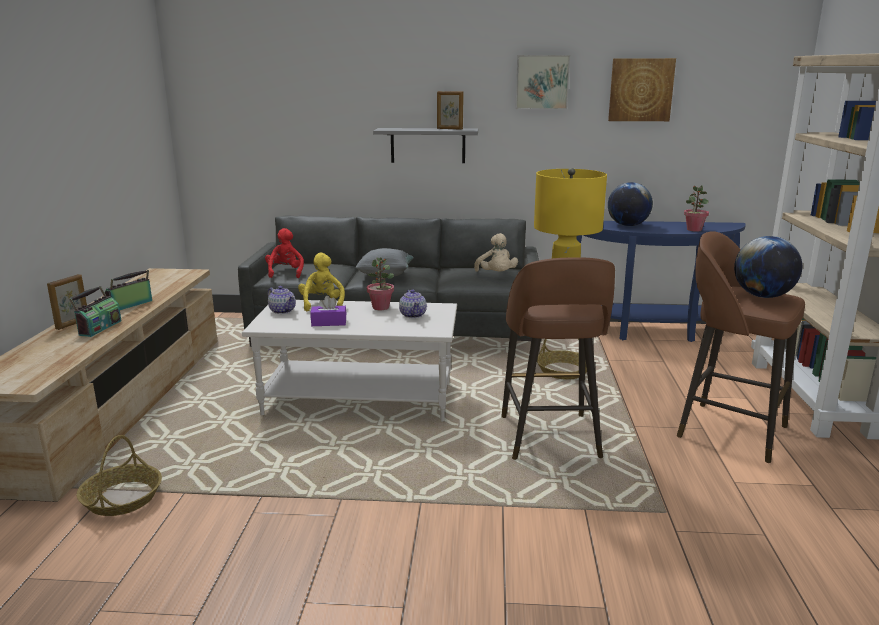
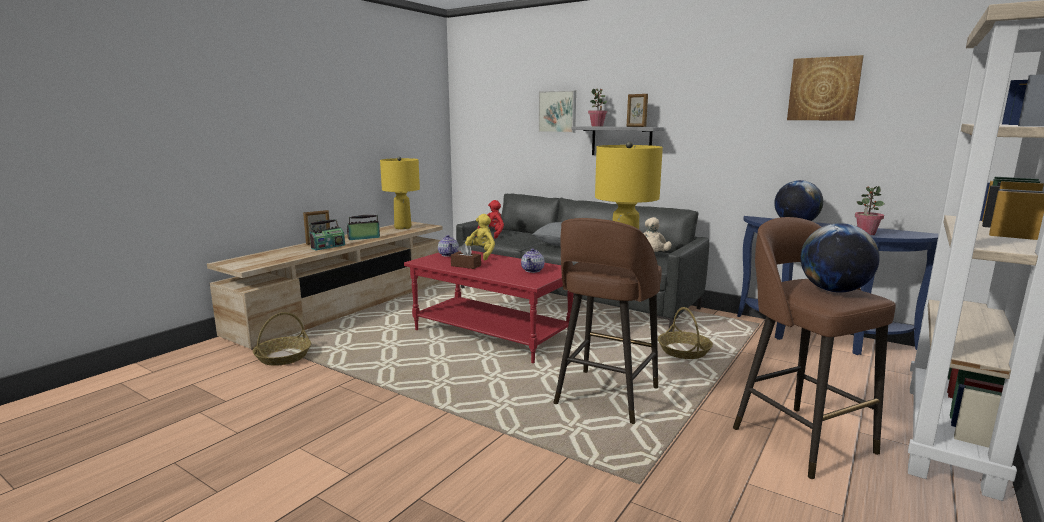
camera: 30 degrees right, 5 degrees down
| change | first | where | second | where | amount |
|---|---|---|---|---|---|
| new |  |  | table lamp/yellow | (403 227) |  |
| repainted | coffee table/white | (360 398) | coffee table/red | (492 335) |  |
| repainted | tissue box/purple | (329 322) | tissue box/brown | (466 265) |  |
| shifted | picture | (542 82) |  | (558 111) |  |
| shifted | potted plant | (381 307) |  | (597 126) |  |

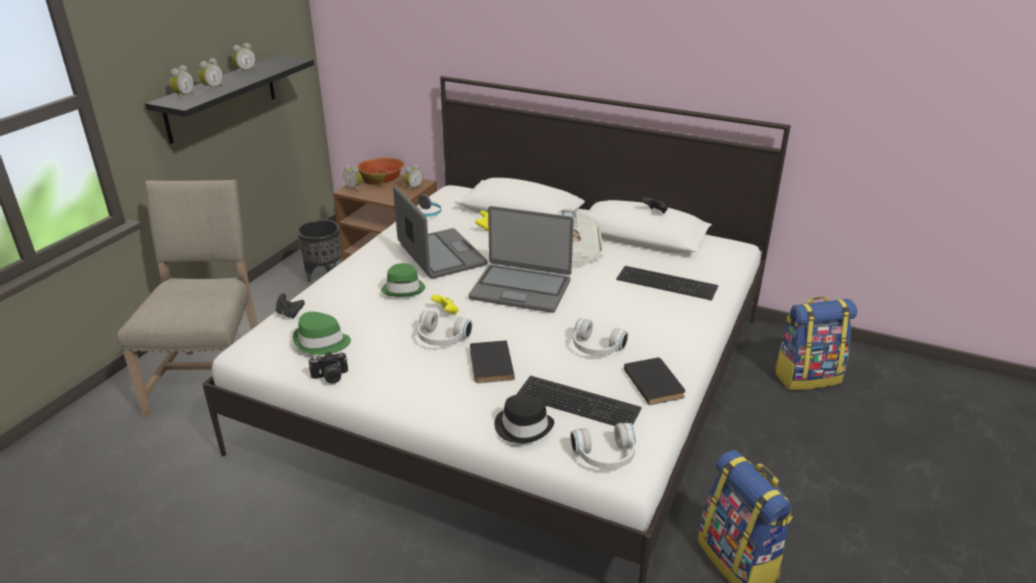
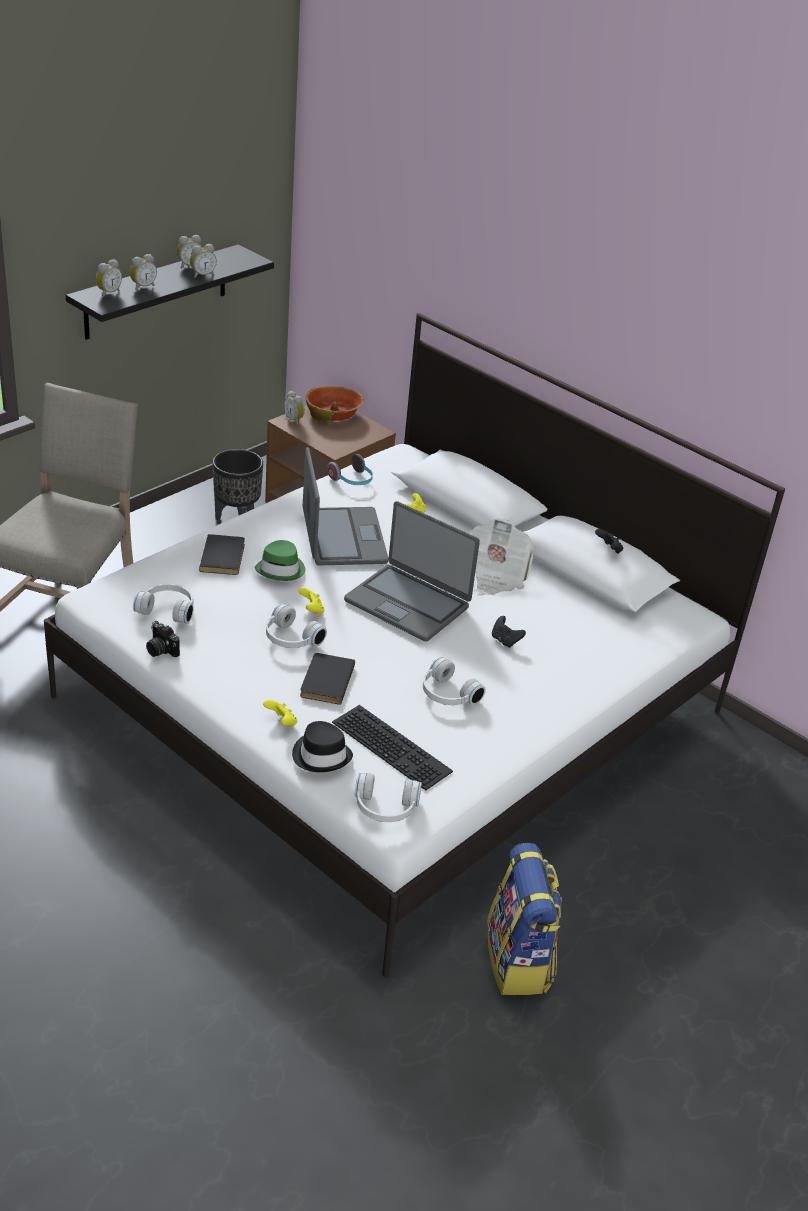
camera: 15 degrees right, 5 degrees up
| change | first | where | second | where | amount |
|---|---|---|---|---|---|
| swapped | hat/green | (321 342) | headphones/white | (168 609) |  |
| rotated | photo camera | (330 377) |  | (160 650) | 45 degrees clockwise |
| shifted | alarm clock | (413 188) |  | (202 275) |  |
| shifted | book/black | (656 382) |  | (224 557) |  |
| new |  |  | game controller/yellow | (281 722) |  |
| shifted | game controller/black | (290 314) |  | (505 641) |  |
| gone | keyboard | (668 282) |  |  |  |
| gone | backpack | (807 376) |  |  |  |

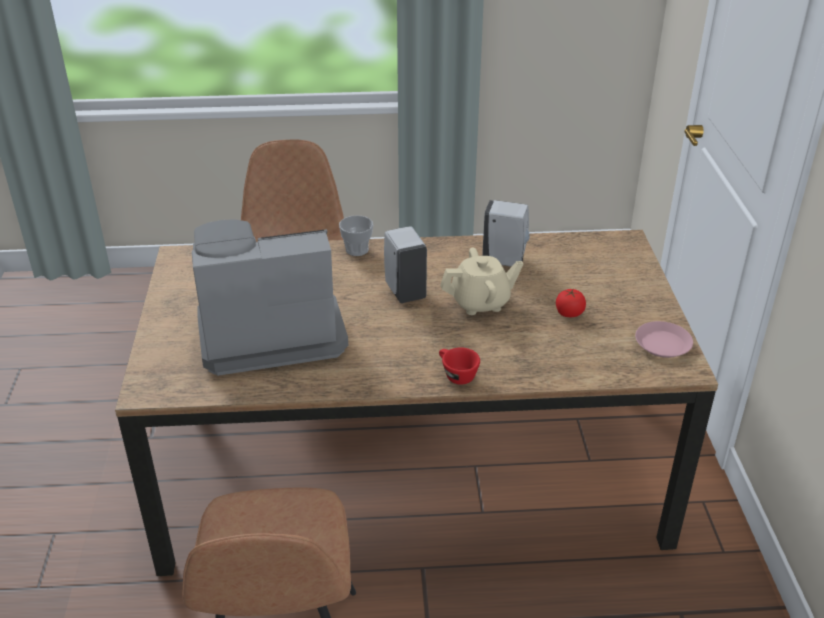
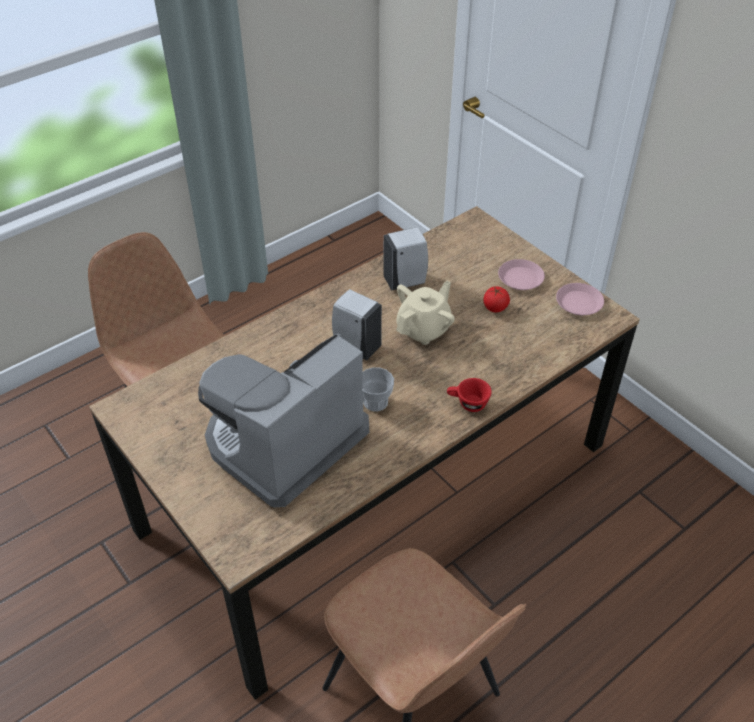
camera: 35 degrees left, 10 degrees up
| change | first | where | second | where | amount |
|---|---|---|---|---|---|
| shifted | cup | (357 250) |  | (375 402) |  |
| new |  |  | plate/pink | (520 279) |  |

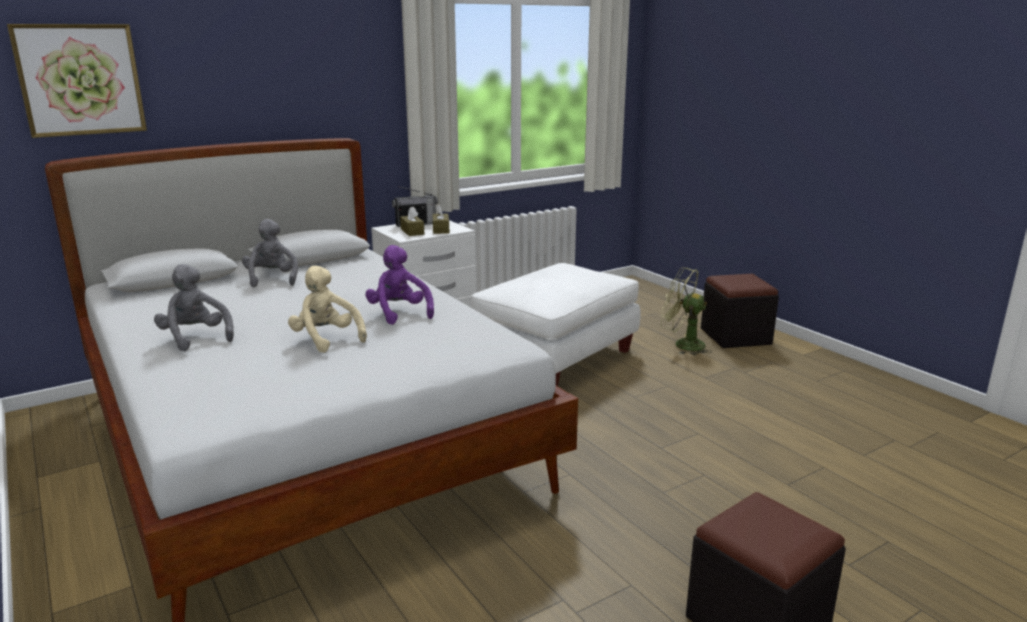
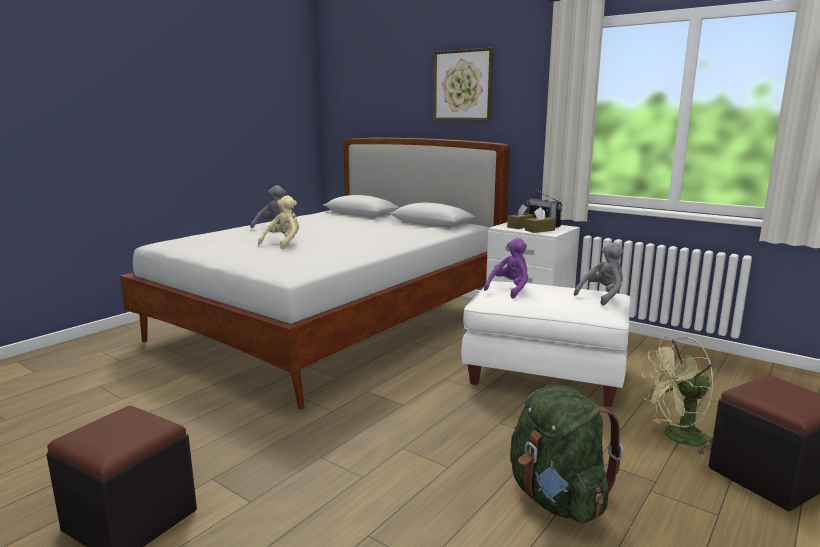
camera: 70 degrees right, 5 degrees down
| change | first | where | second | where | amount |
|---|---|---|---|---|---|
| shifted | picture | (80 80) |  | (463 85) |  |
| shifted | plush toy/purple | (399 313) |  | (509 289) |  |
| new |  |  | backpack/green | (557 499) |  |
| shifted | plush toy/grey | (272 279) |  | (602 296) |  |
| rotated | fan/green | (682 345) |  | (677 438) | 105 degrees counterclockwise |

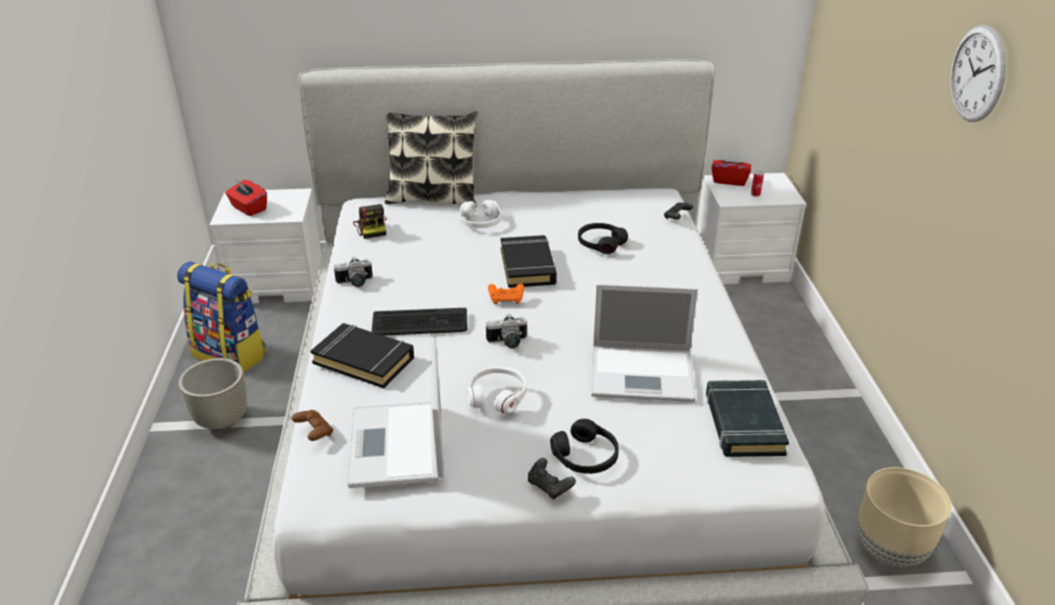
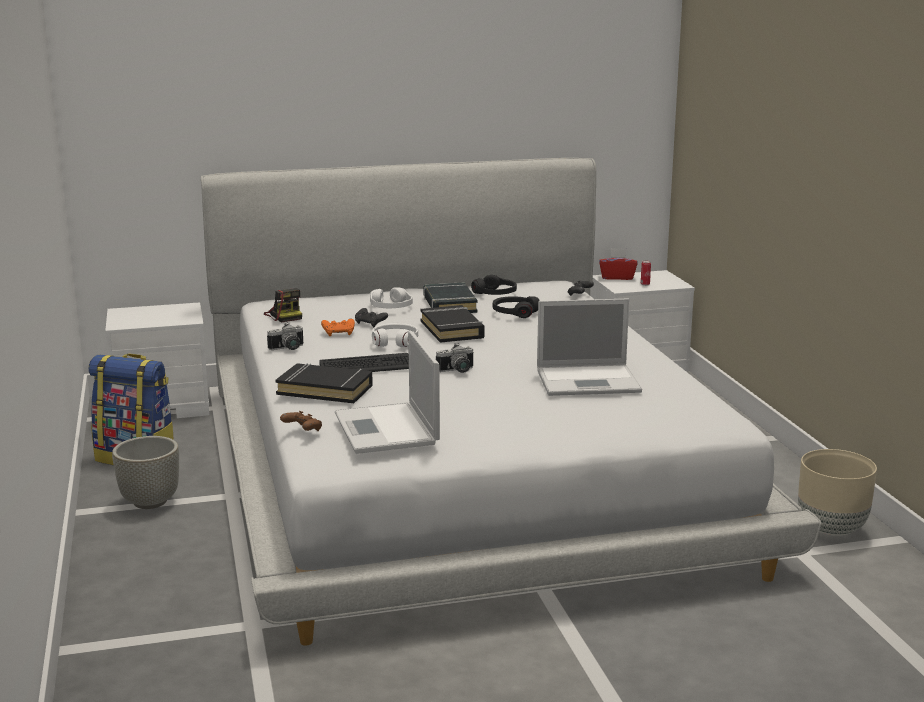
camera: 10 degrees left, 15 degrees down
| change | first | where | second | where | amount |
|---|---|---|---|---|---|
| shifted | game controller/orange | (506 300) |  | (339 333) |  |
| shifted | game controller/black | (549 487) |  | (370 324) |  |
| shifted | headphones/white | (497 396) |  | (395 341) |  |
| shifted | book/black | (743 424) |  | (449 304) |  |
| shifted | headphones/black | (585 456) |  | (495 294) |  |
| gone | tissue box/red | (248 208) |  |  |  |
| gone | pillow | (433 198) |  |  |  |
| gone | wall clock | (977 74) |  |  |  |

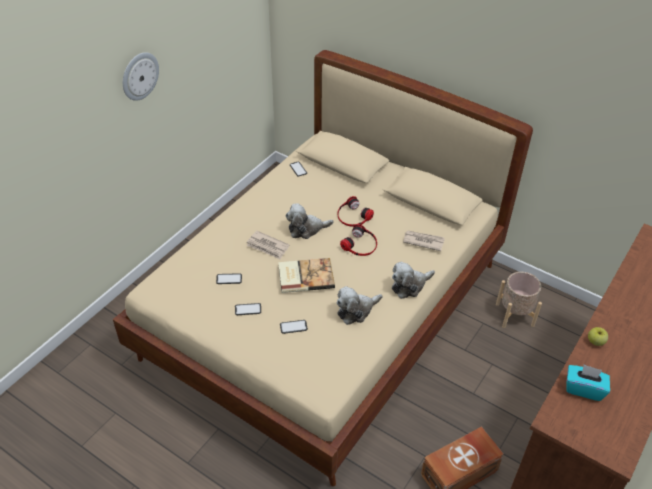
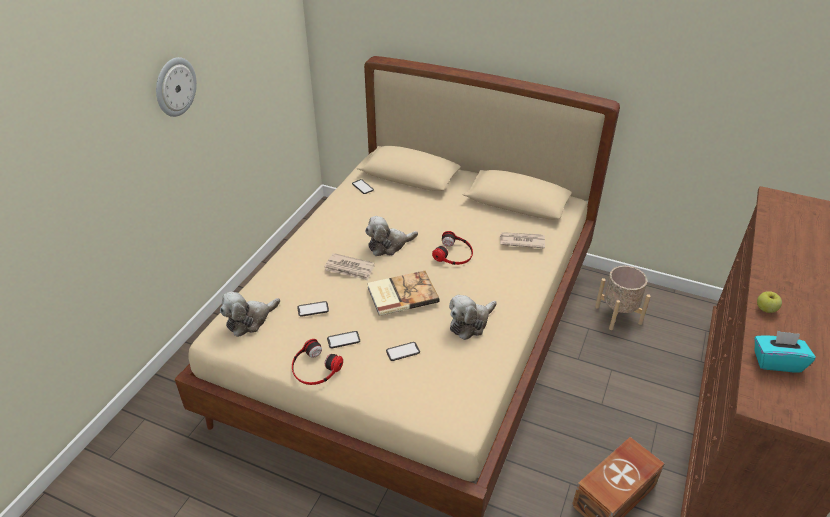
camera: 10 degrees left, 5 degrees down
| change | first | where | second | where | amount |
|---|---|---|---|---|---|
| shifted | plush toy | (409 285) |  | (250 320) |  |
| shifted | headphones | (353 216) |  | (314 368) |  |

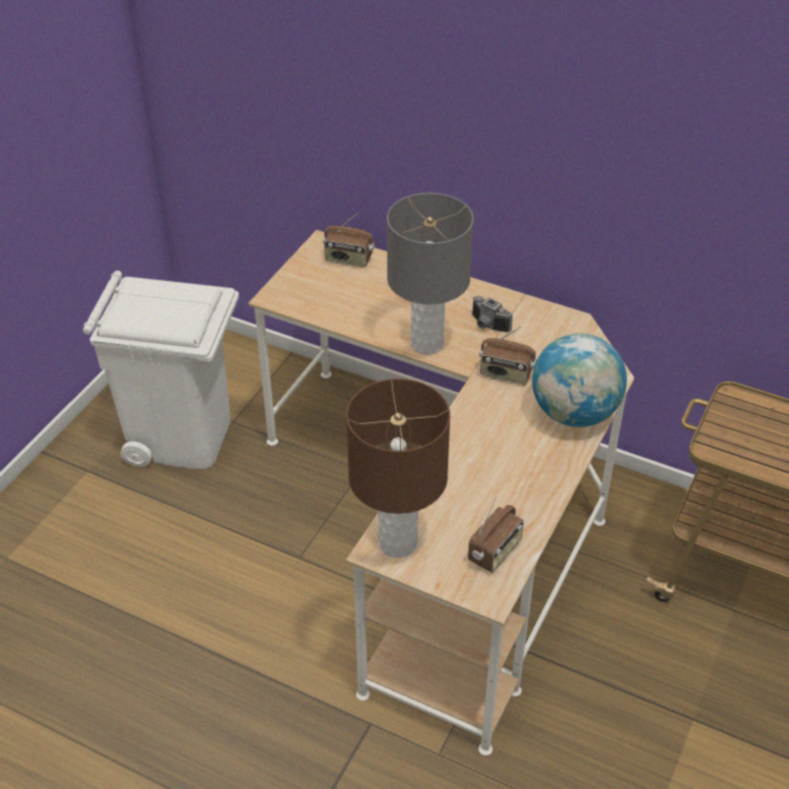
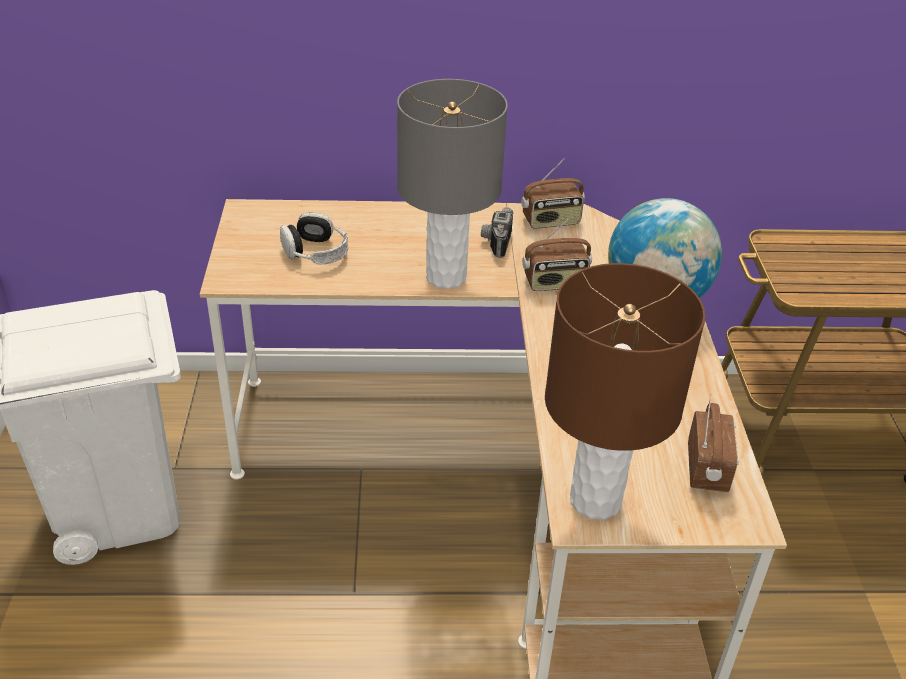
camera: 30 degrees left, 5 degrees down
| change | first | where | second | where | amount |
|---|---|---|---|---|---|
| new |  |  | headphones | (315 252) |  |
| rotated | photo camera | (487 326) |  | (494 242) | 90 degrees clockwise |
| shifted | radio | (348 260) |  | (551 221) |  |

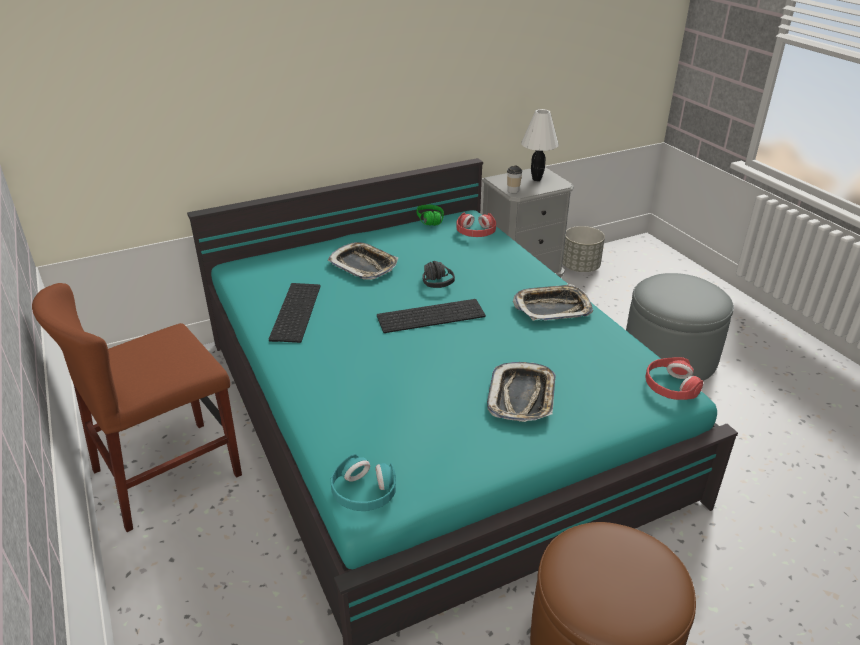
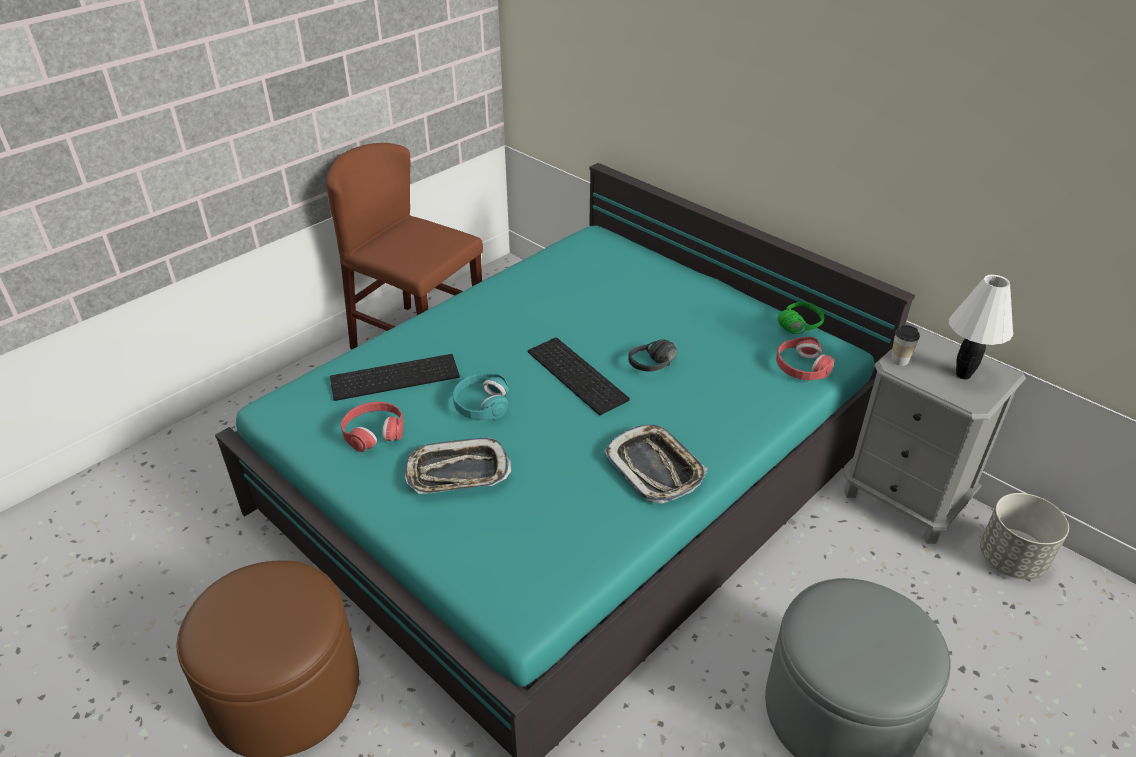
camera: 70 degrees right, 5 degrees up
| change | first | where | second | where | amount |
|---|---|---|---|---|---|
| shifted | keyboard | (294 311) |  | (396 376) |  |
| shifted | headphones/red | (670 386) |  | (374 432) |  |
| shifted | headphones/turquoise | (364 492) |  | (481 404) |  |
| gone | tray | (363 265) |  |  |  |

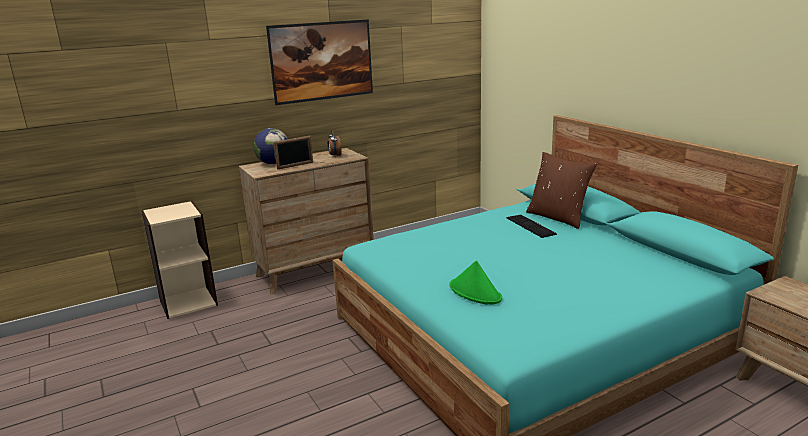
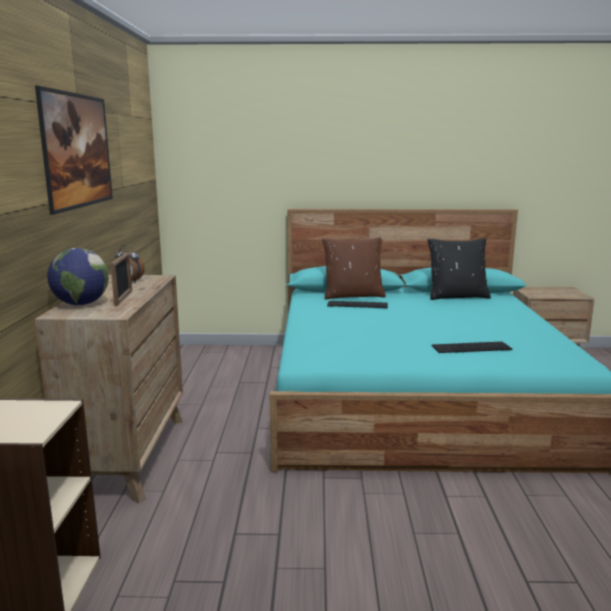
camera: 60 degrees left, 5 degrees down
| change | first | where | second | where | amount |
|---|---|---|---|---|---|
| new |  |  | pillow/black | (457 296) |  |
| swapped | hat/green | (475 292) | keyboard | (471 347) |  |

